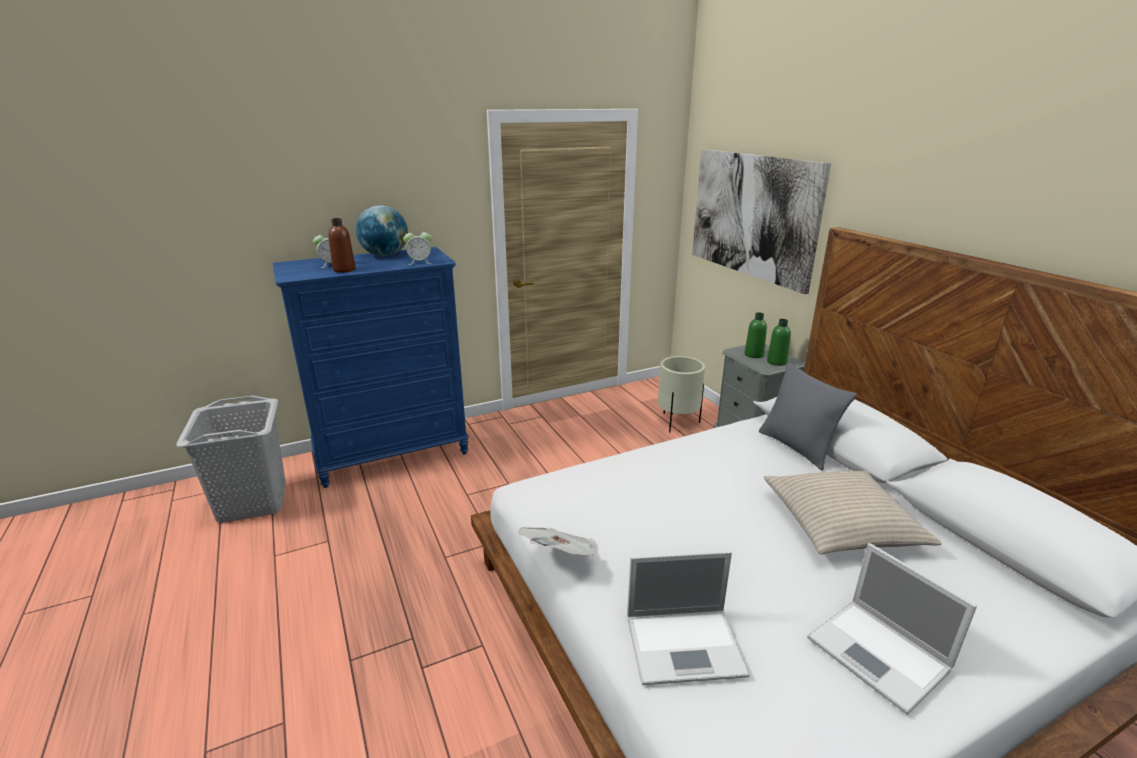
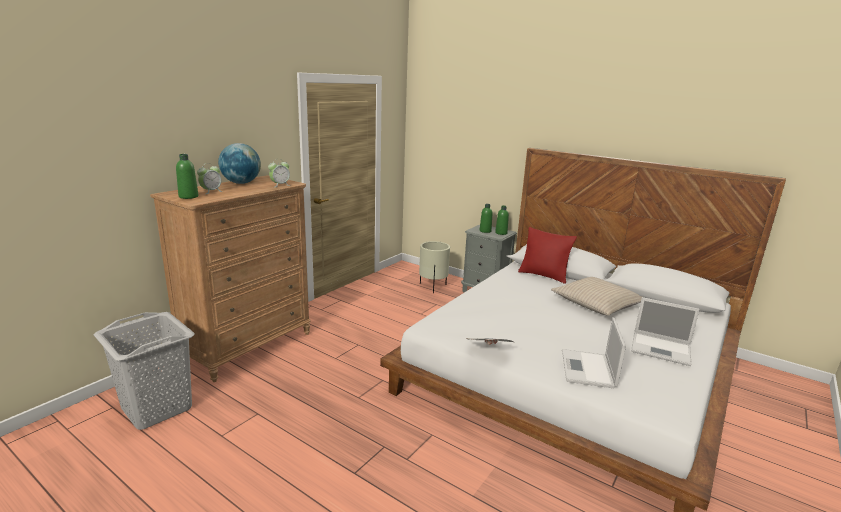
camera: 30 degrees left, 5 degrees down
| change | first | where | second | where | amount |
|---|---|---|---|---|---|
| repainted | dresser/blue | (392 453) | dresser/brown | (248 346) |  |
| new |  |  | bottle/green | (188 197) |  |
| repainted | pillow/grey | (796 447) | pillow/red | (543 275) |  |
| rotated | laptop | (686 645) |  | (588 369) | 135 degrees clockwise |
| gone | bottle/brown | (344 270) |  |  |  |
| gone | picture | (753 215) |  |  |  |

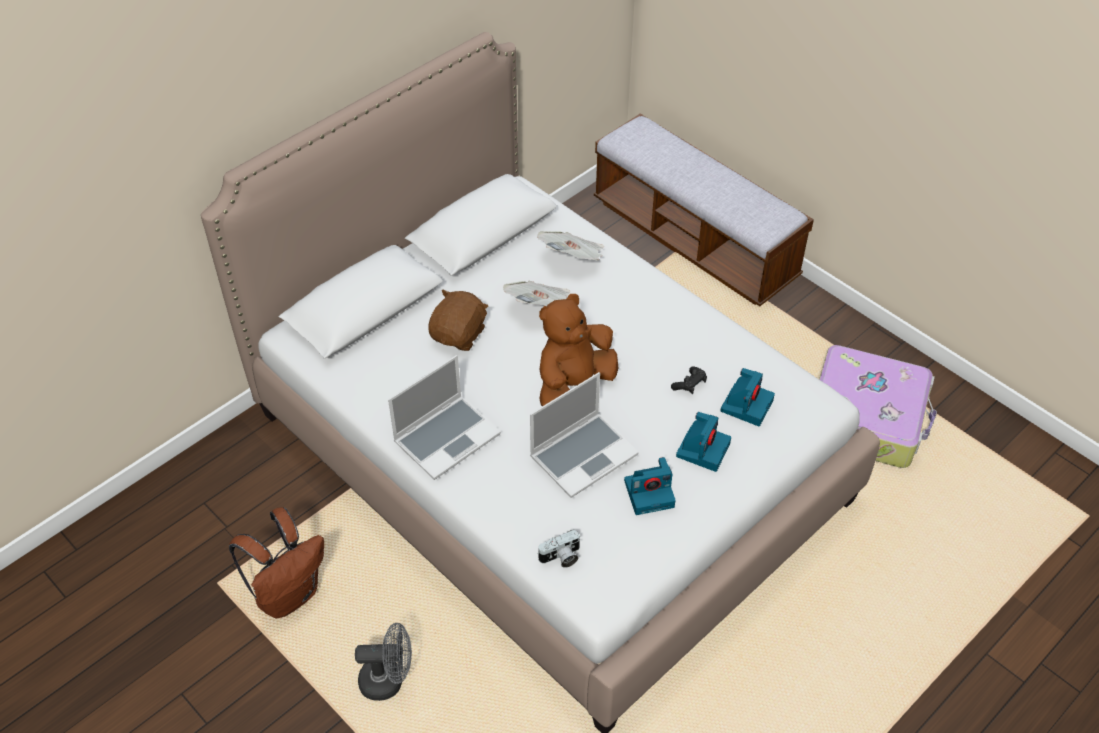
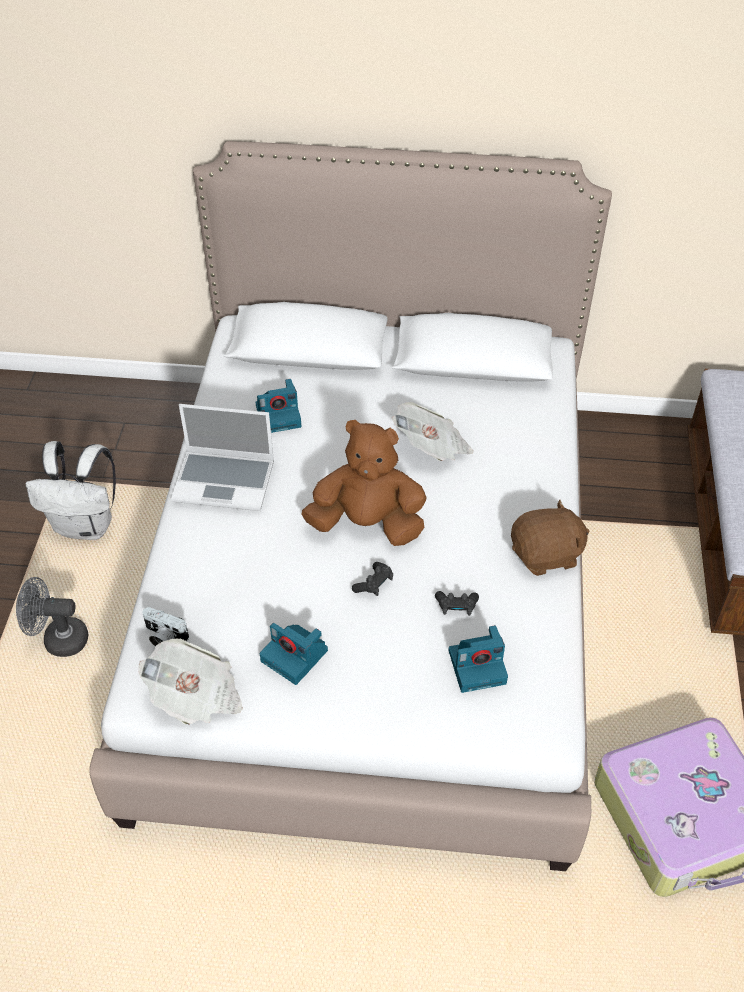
camera: 50 degrees right, 0 degrees up
| change | first | where | second | where | amount |
|---|---|---|---|---|---|
| rotated | fan/grey | (388 680) |  | (58 639) | 135 degrees clockwise |
| repainted | backpack/brown | (289 594) | backpack/white | (86 525) |  |
| shifted | newspaper | (573 258) |  | (196 697) |  |
| shifted | photo camera | (703 449) |  | (279 415) |  |
| new |  |  | game controller/black | (374 584) |  |
| shifted | plush toy/brown | (459 334) |  | (546 555) |  |
| gone | laptop | (583 454) |  |  |  |

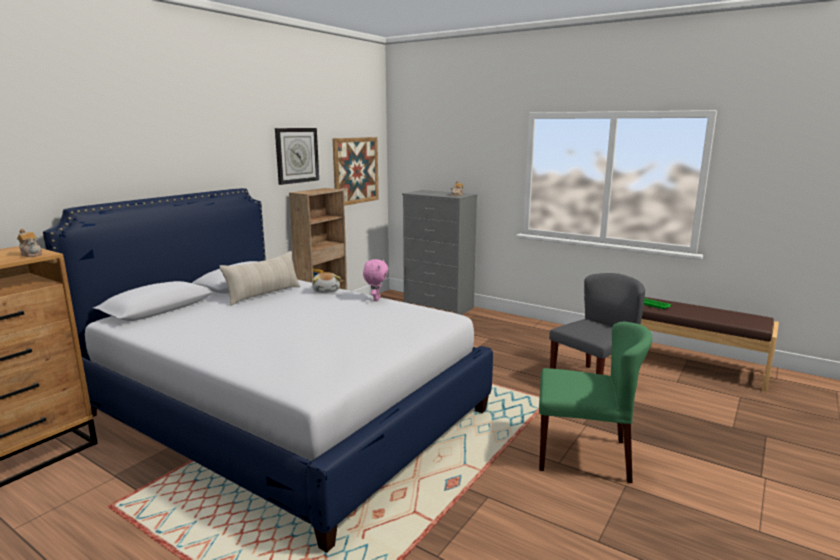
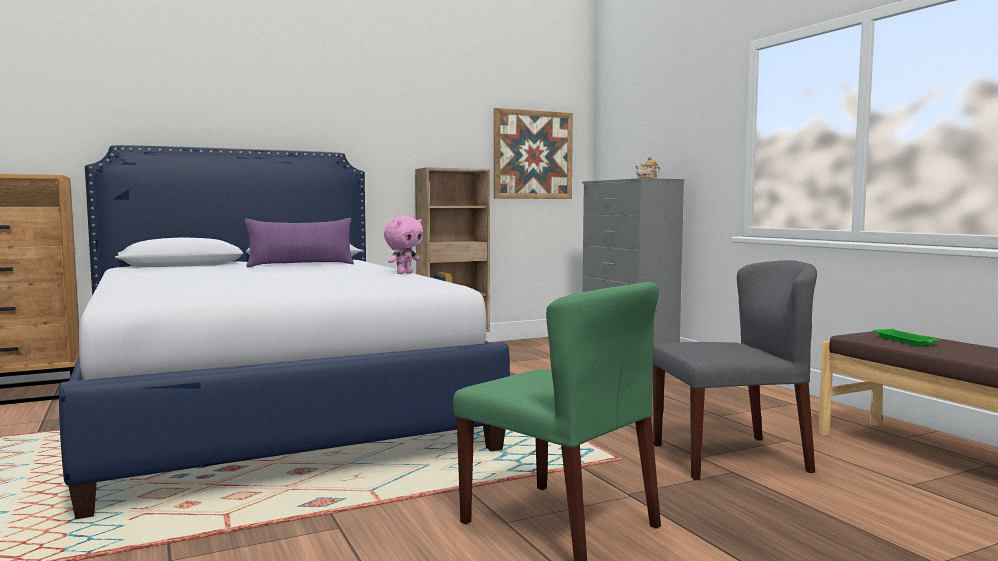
camera: 30 degrees right, 10 degrees down
| change | first | where | second | where | amount |
|---|---|---|---|---|---|
| repainted | pillow/beige | (264 294) | pillow/purple | (301 265) |  |
| gone | teapot | (31 254) |  |  |  |
| gone | wall clock | (297 155) |  |  |  |
| gone | plush toy | (326 290) |  |  |  |

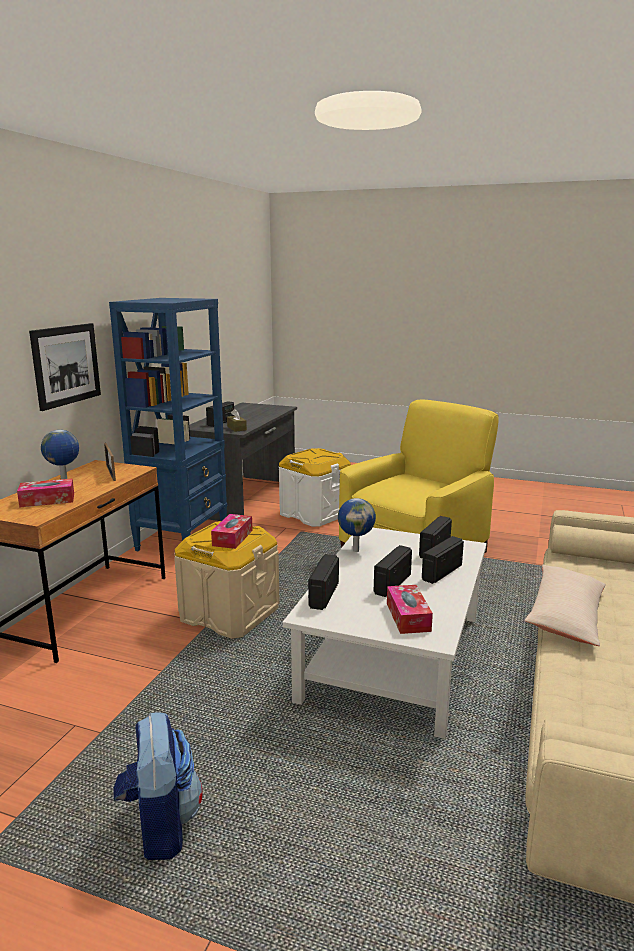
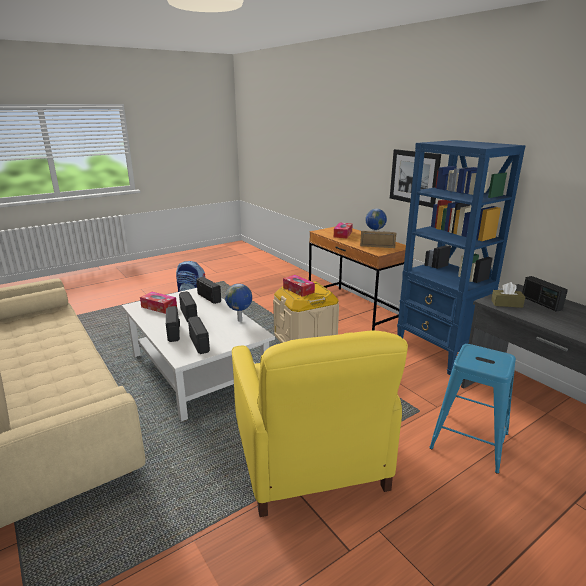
camera: 125 degrees right, 5 degrees up
| change | first | where | second | where | amount |
|---|---|---|---|---|---|
| swapped | storage box/white | (315 514) | stool/blue | (470 441) |  |
| gone | pillow/beige | (566 615) |  |  |  |

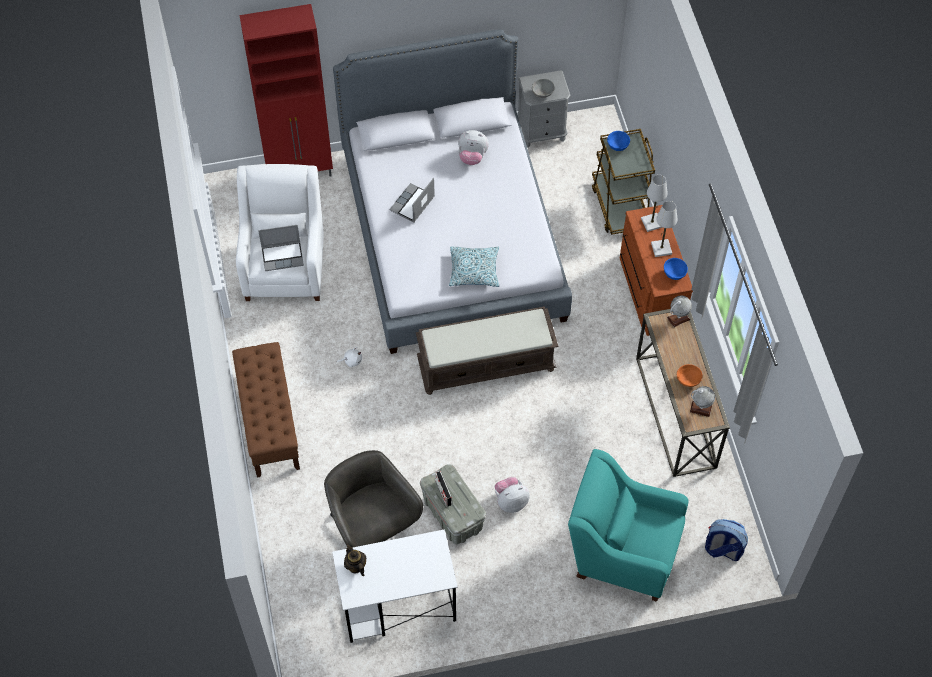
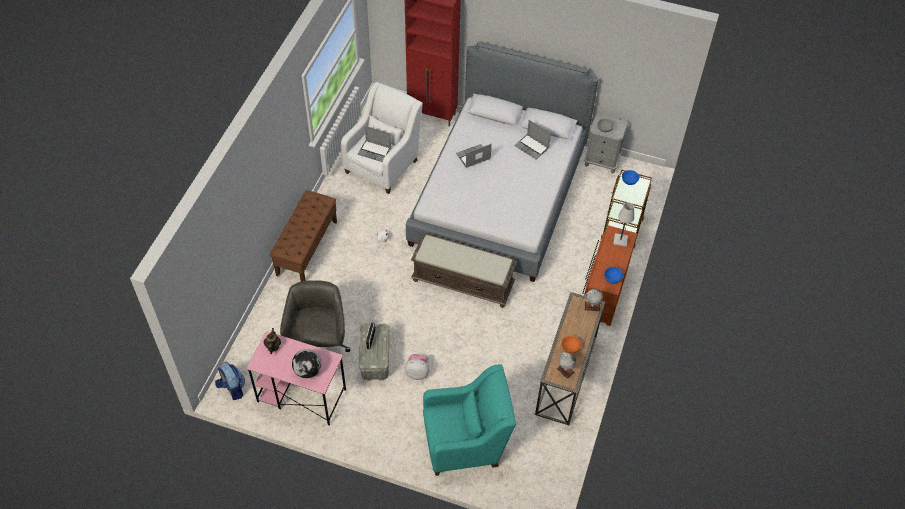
camera: 30 degrees right, 5 degrees down
| change | first | where | second | where | amount |
|---|---|---|---|---|---|
| shifted | backpack | (722 549) |  | (232 389) |  |
| repainted | desk/white | (397 605) | desk/pink | (301 395) |  |
| new |  |  | globe | (308 371) |  |
| rotated | armchair/turquoise | (621 551) |  | (466 442) | 120 degrees clockwise |
| swapped | plush toy | (472 157) | laptop | (532 147) |  |
| gone | pillow | (474 270) |  |  |  |
| gone | table lamp/white | (661 249) |  |  |  |

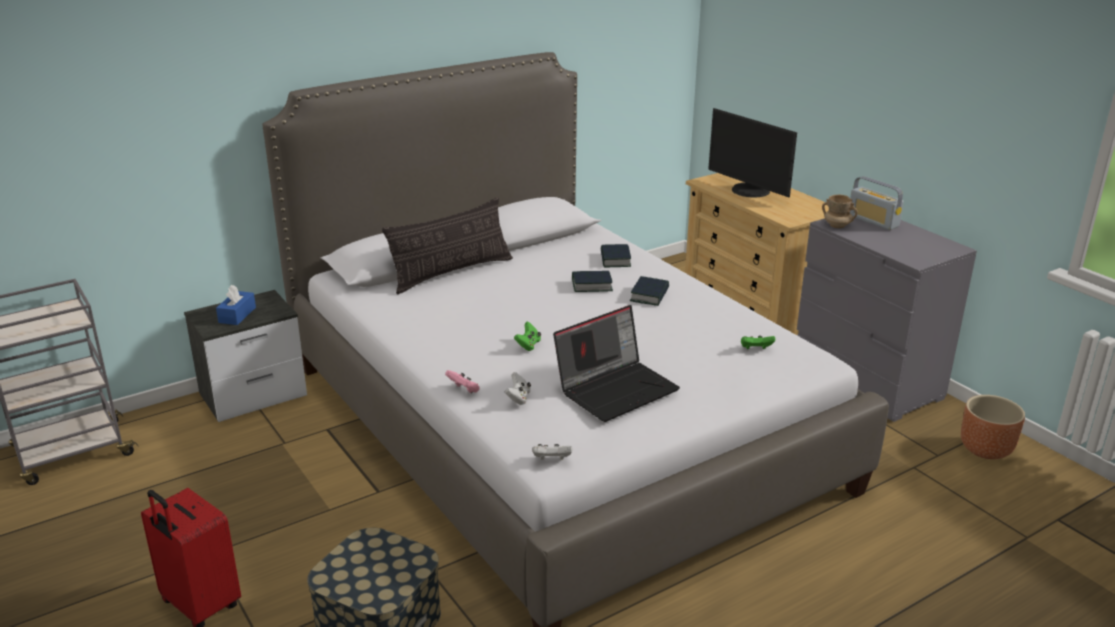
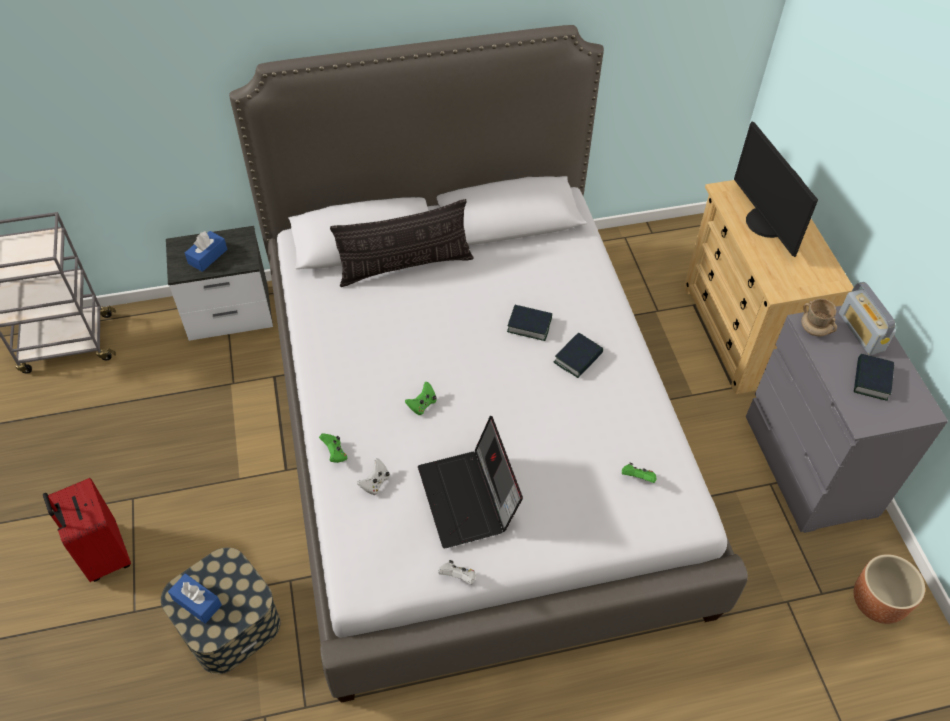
camera: 20 degrees right, 25 degrees up
| change | first | where | second | where | amount |
|---|---|---|---|---|---|
| new |  |  | tissue box/blue | (197 602) |  |
| repainted | game controller/pink | (464 390) | game controller/green | (335 453) |  |
| rotated | laptop | (616 388) |  | (469 499) | 90 degrees clockwise |
| shifted | game controller/white | (552 460) |  | (458 577) |  |
| shifted | book | (615 260) |  | (871 380) |  |

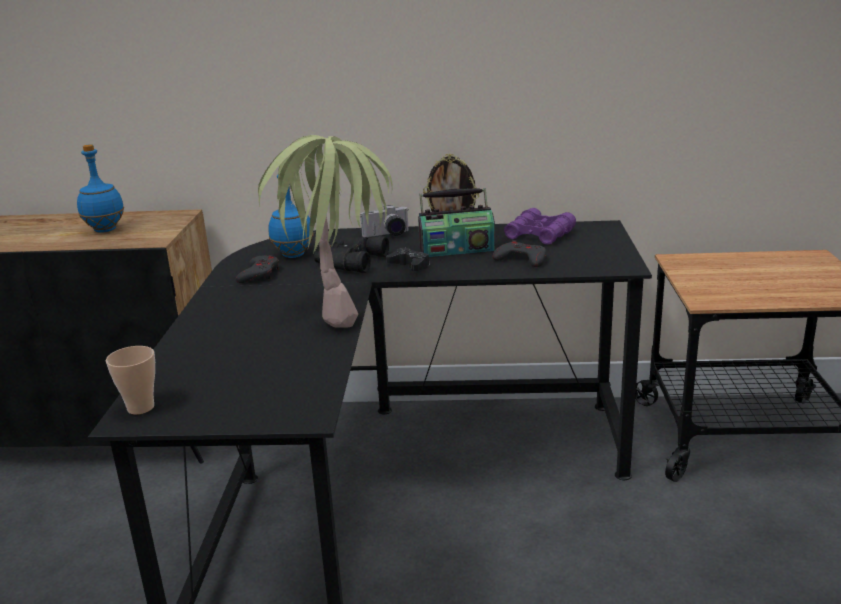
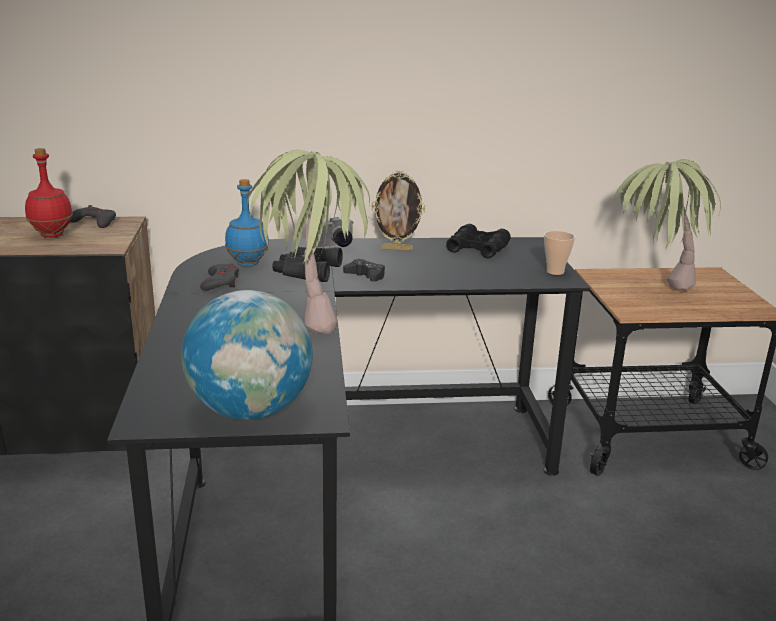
camera: 10 degrees left, 0 degrees up
| change | first | where | second | where | amount |
|---|---|---|---|---|---|
| repainted | bottle/blue | (105 230) | bottle/red | (51 235) |  |
| shifted | game controller/grey | (521 259) |  | (94 222) |  |
| new |  |  | globe | (250 411) |  |
| repainted | binoculars/purple | (539 235) | binoculars/black | (477 249) |  |
| shifted | cup | (140 408) |  | (555 272) |  |
| new |  |  | potted plant | (653 291) |  |
| gone | radio | (456 249) |  |  |  |

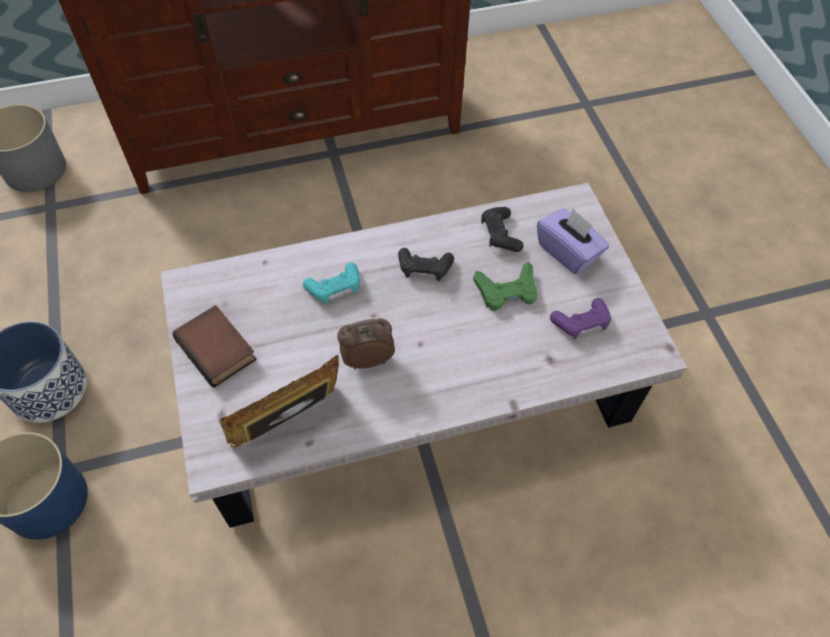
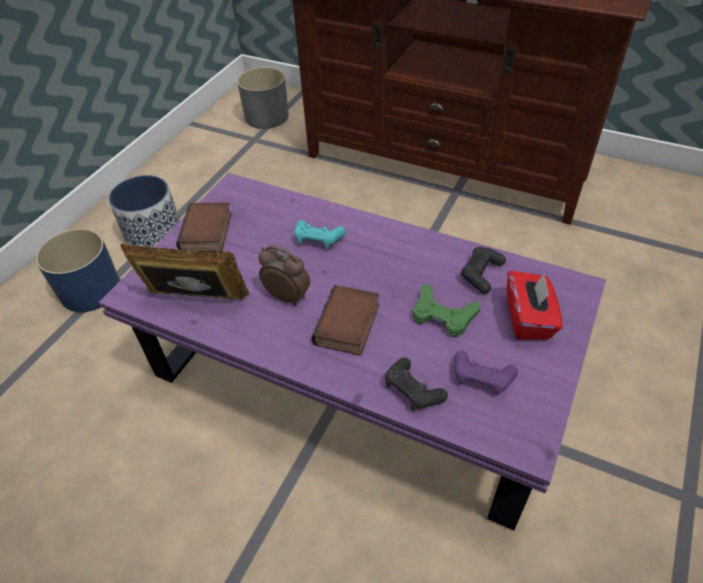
camera: 45 degrees right, 10 degrees down
| change | first | where | second | where | amount |
|---|---|---|---|---|---|
| repainted | coffee table/white | (411 391) | coffee table/purple | (354 376) |  |
| new |  |  | book | (349 325) |  |
| shifted | game controller/black | (424 268) |  | (413 390) |  |
| repainted | tissue box/purple | (568 252) | tissue box/red | (529 319) |  |

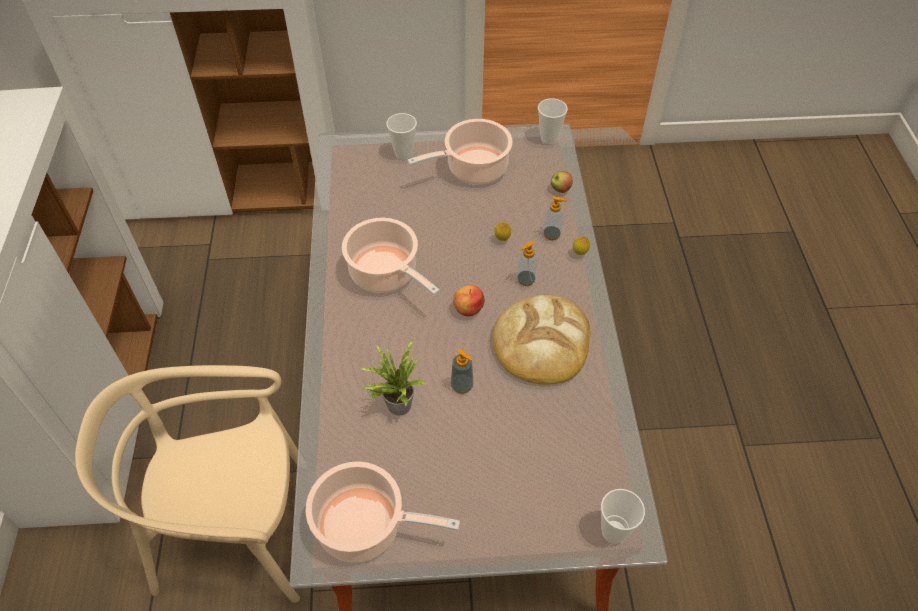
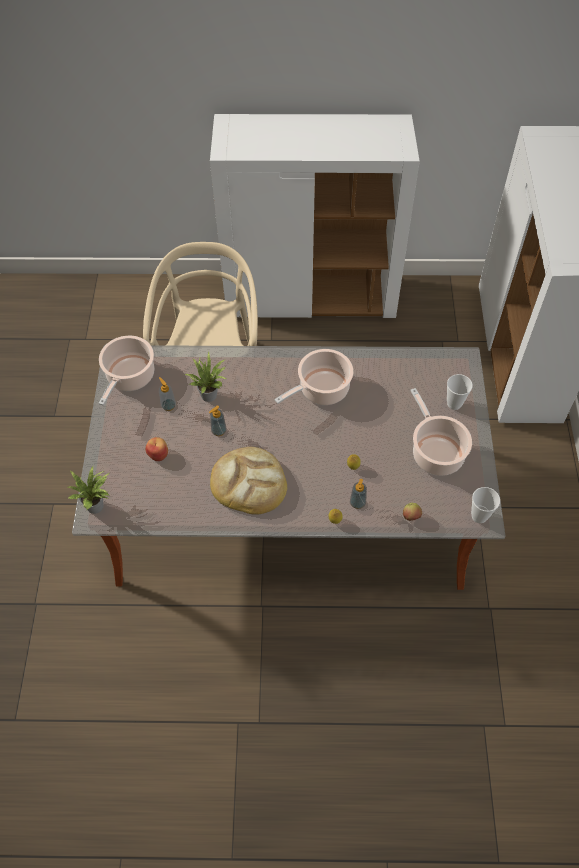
camera: 95 degrees right, 5 degrees up
| change | first | where | second | where | amount |
|---|---|---|---|---|---|
| swapped | cup | (614 532) | potted plant | (97 505) |  |
| shifted | apple | (468 308) |  | (158 454) |  |
| shifted | soap dispenser | (526 279) |  | (168 405) |  |

